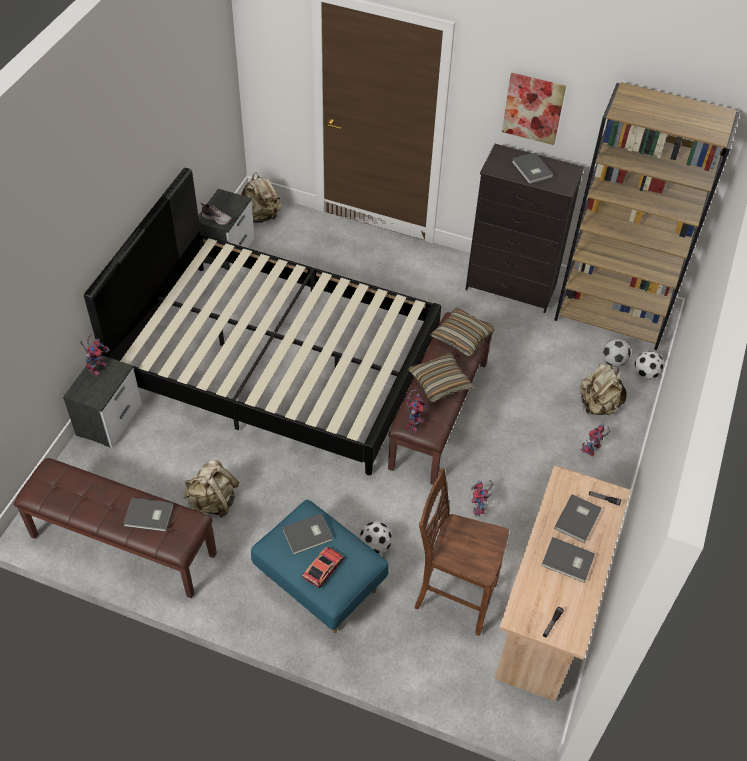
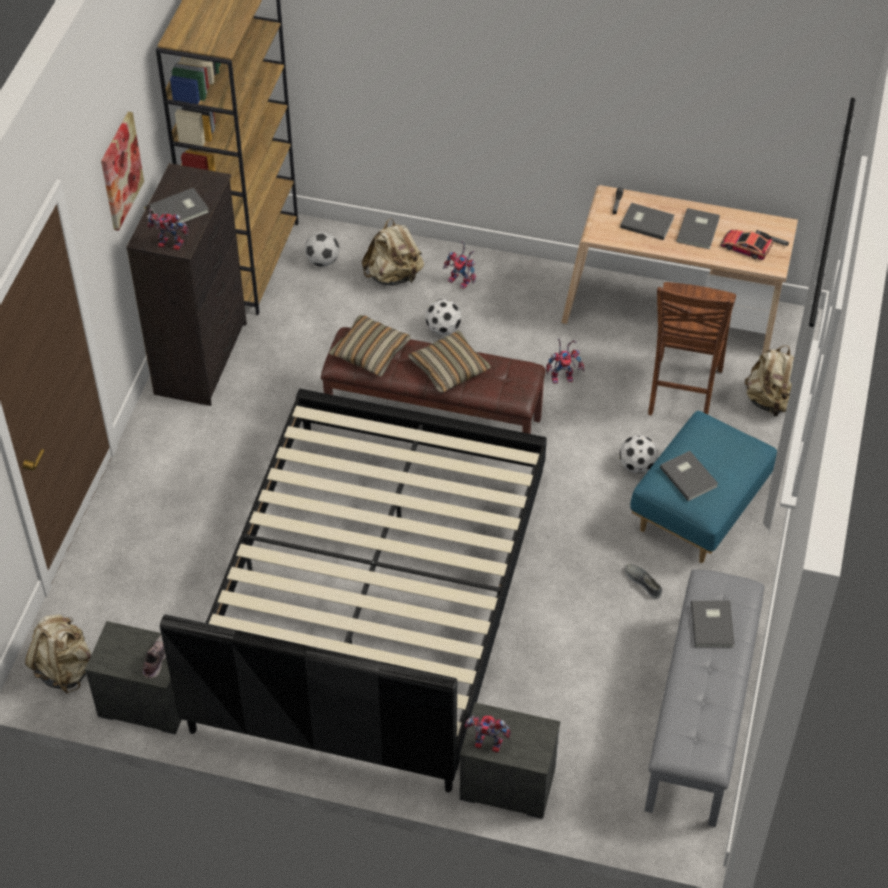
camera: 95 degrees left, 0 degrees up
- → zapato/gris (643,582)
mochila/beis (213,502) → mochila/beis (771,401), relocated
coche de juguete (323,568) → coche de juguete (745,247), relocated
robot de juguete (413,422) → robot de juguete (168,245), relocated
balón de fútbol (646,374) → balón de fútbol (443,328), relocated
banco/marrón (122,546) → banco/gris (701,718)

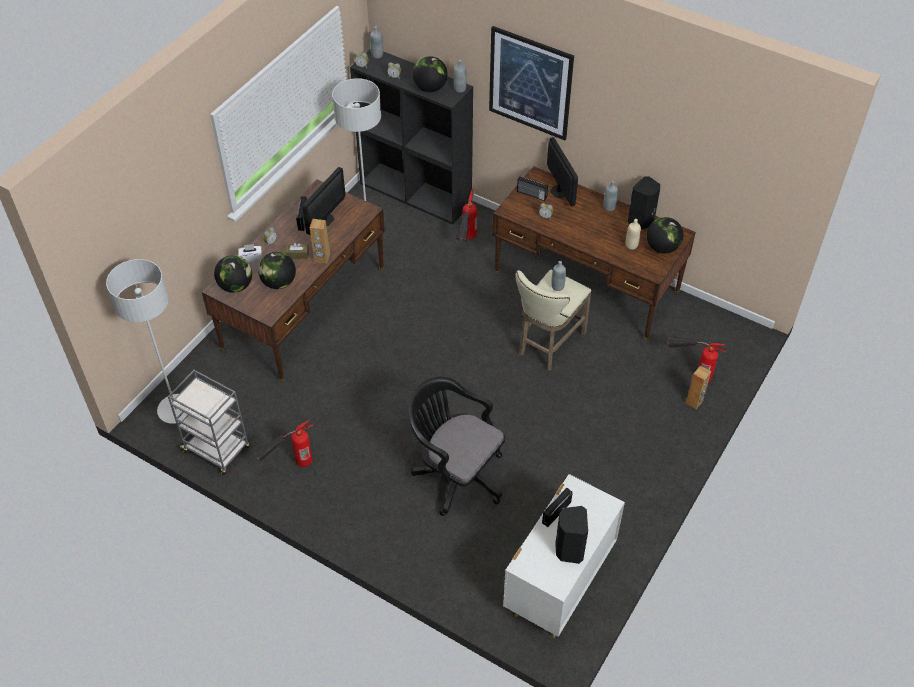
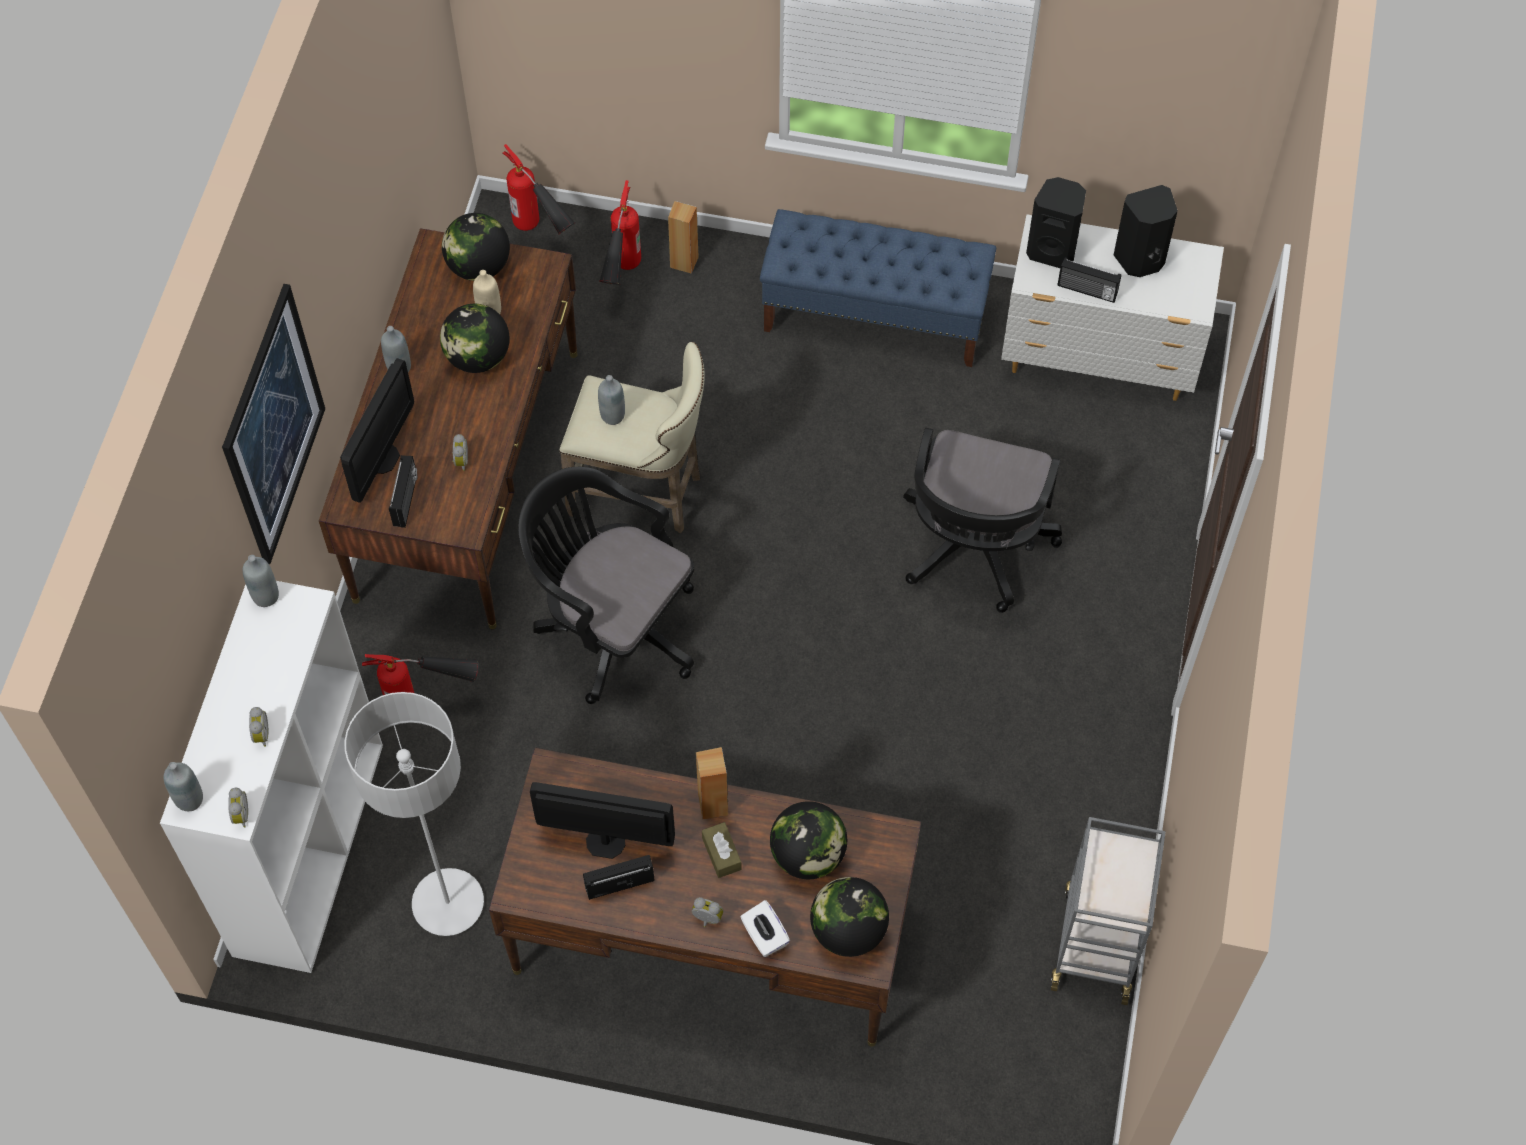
camera: 110 degrees left, 10 degrees up
lámpara de pie/gris (176,410) → -
- → silla de oficina/negro (612,627)
- → banco/azul (875,317)
extintor (289,465) → extintor (542,235), relocated
globo terráqueo (430,88) → globo terráqueo (478,357), relocated
altavoz/negro (641,221) → altavoz/negro (1053,250), relocated
estantería/negro (416,193) → estantería/blanco (307,846)
monitor (558,191) → monitor (382,458), 150 degrees clockwise

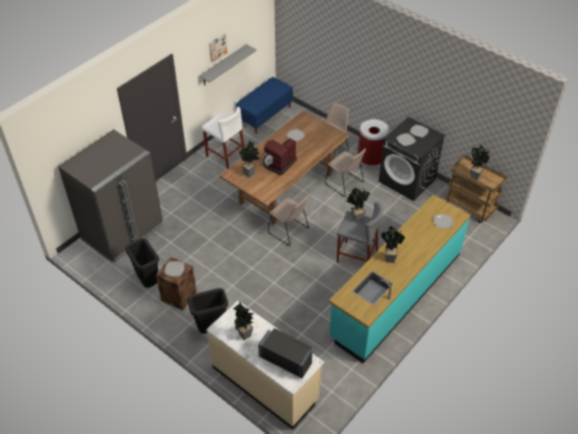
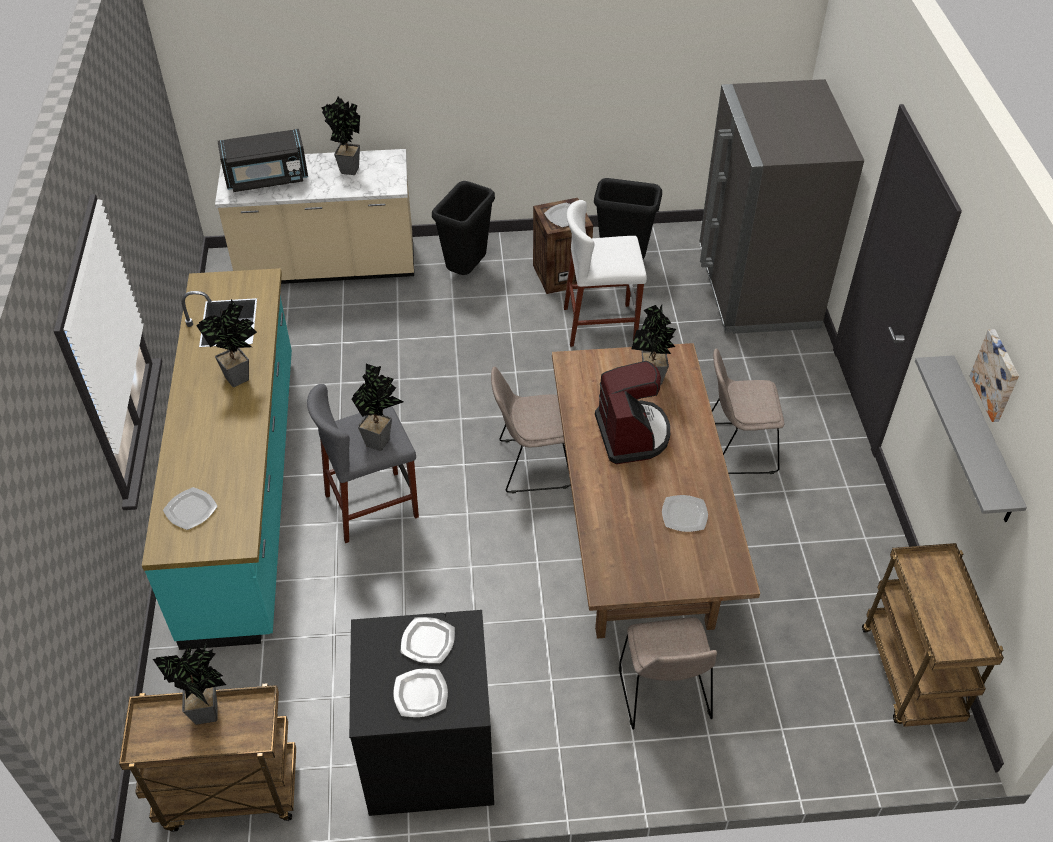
camera: 135 degrees right, 0 degrees up
papelera (371,159) → -
taburete/blanco (225,156) → taburete/blanco (600,324), relocated
silla/beis (345,184) → silla/beis (736,448), relocated
banco/azul (265,115) → carrito/marrón (912,676)

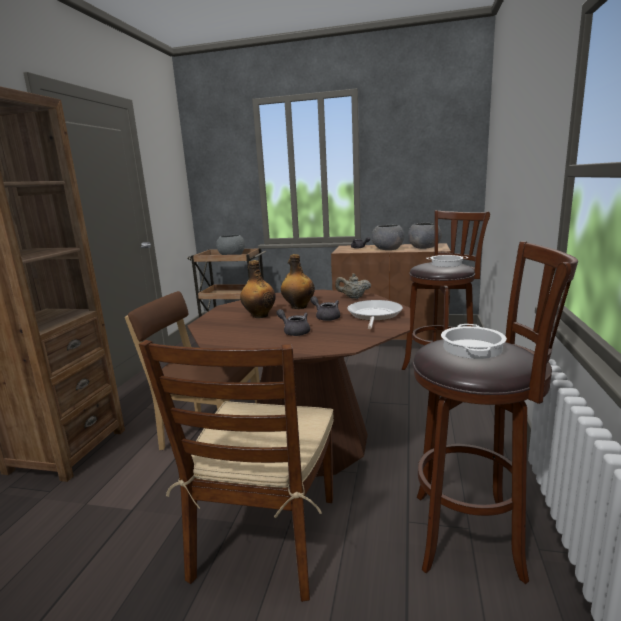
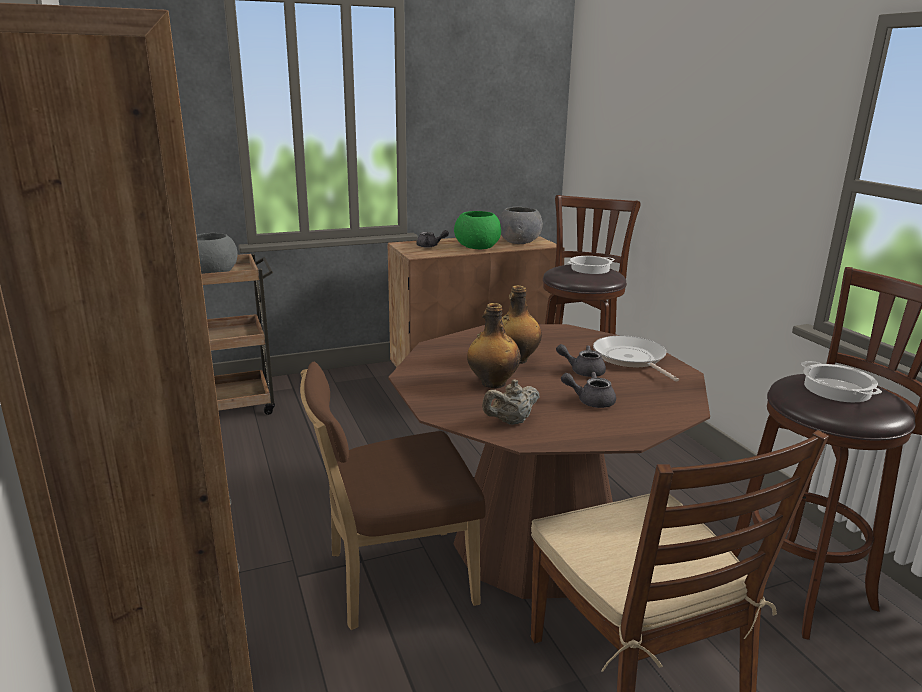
camera: 35 degrees left, 5 degrees up
tetera/beis (353,297) → tetera/beis (510,422), relocated
cuenco/gris (387,249) → cuenco/verde (476,247)

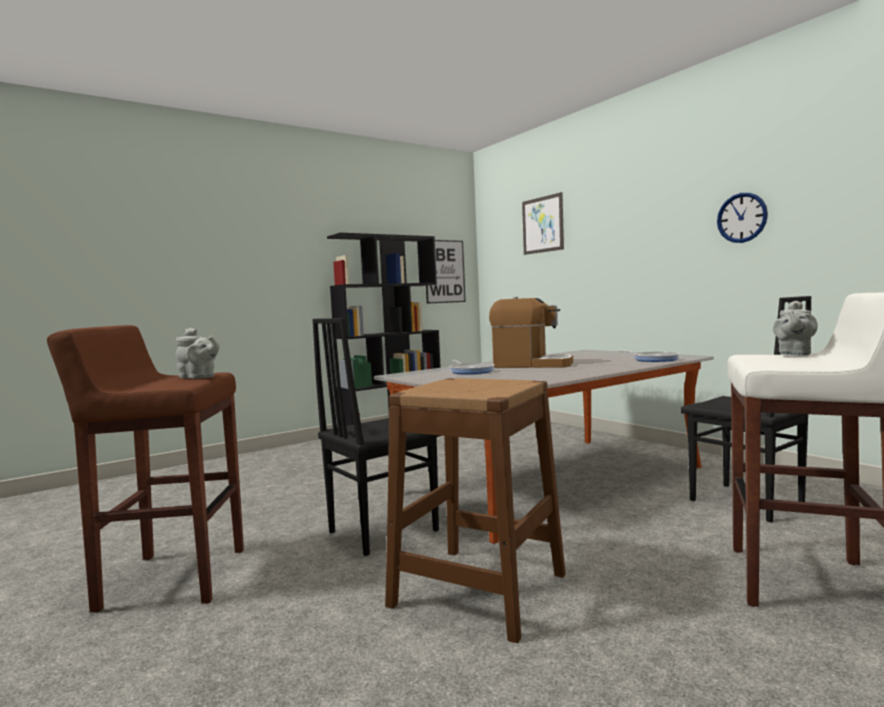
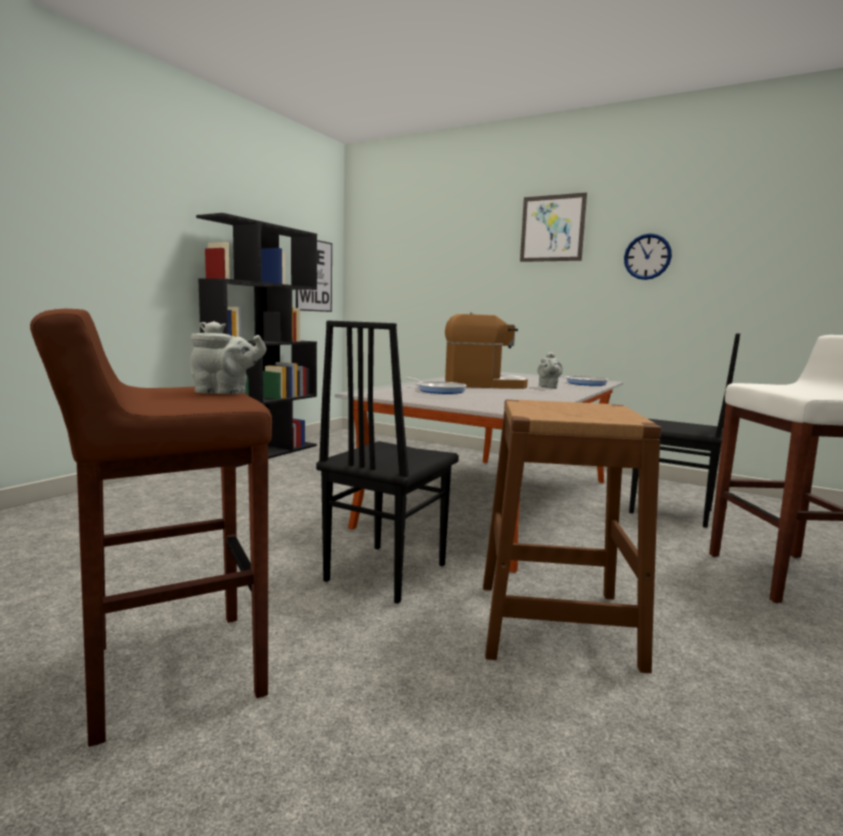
camera: 25 degrees left, 5 degrees up
cuadro (542,224) → cuadro (552,228), relocated
tetera/gris (794,354) → tetera/gris (548,387), relocated

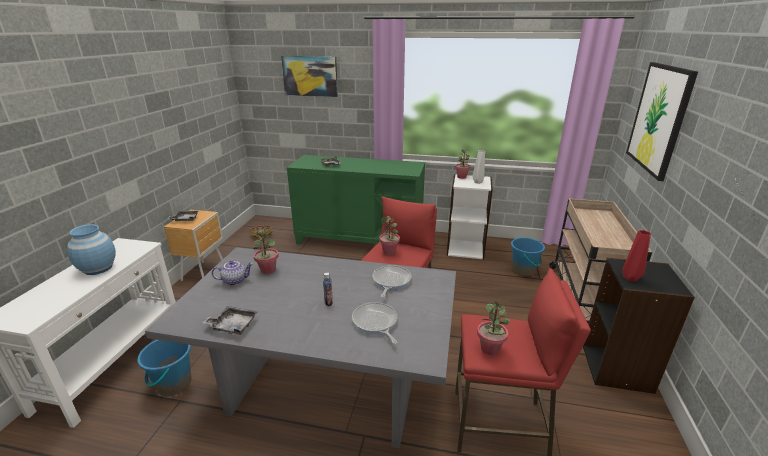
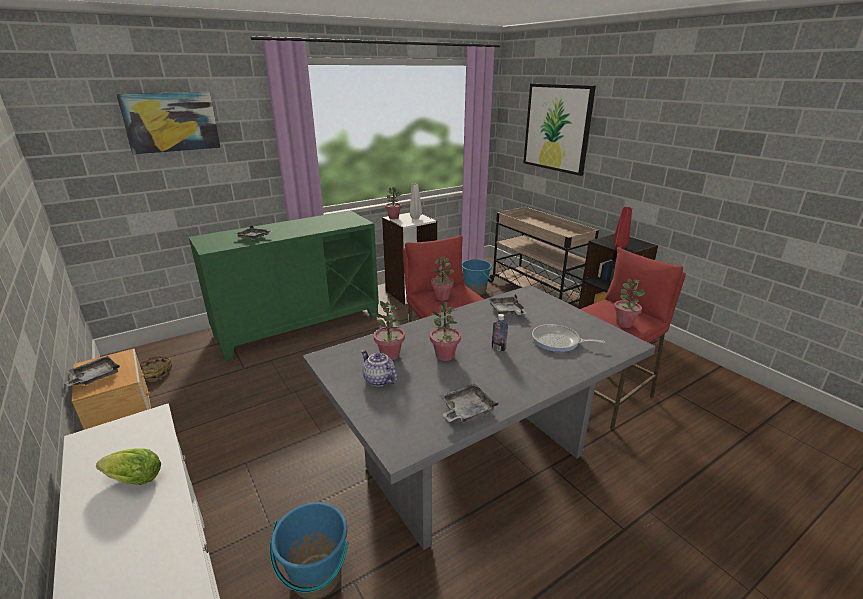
camera: 45 degrees left, 0 degrees up
- → planta en maceta (445,356)
florero/azul (98,268) → lechuga (131,479)
sartén (390,281) → bandeja/gris (507,311)
tetera (235,280) → tetera (378,380), 75 degrees counterclockwise

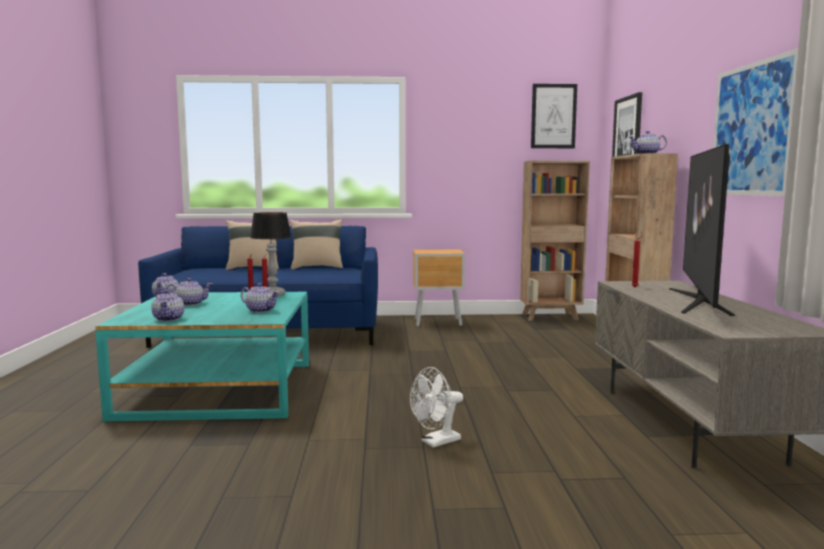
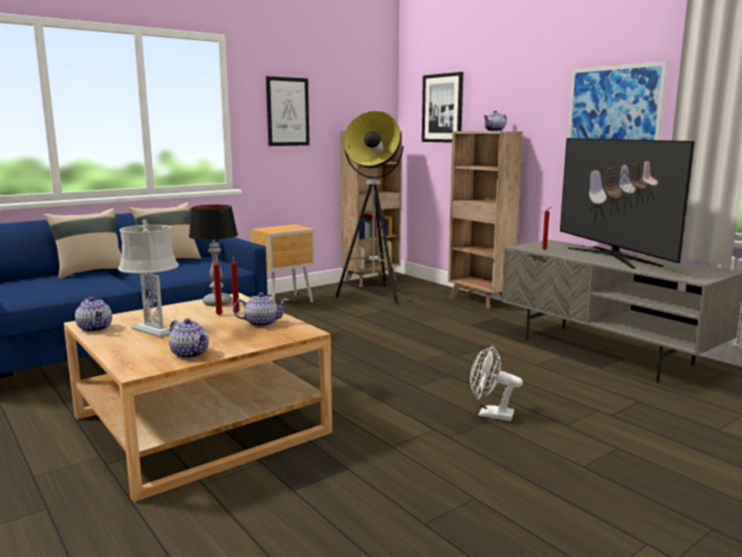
camera: 35 degrees left, 5 degrees up
- → lámpara de pie (373,295)
cuadro (553,116) → cuadro (288,112), relocated
tetera (190,304) → lámpara de mesa/gris (153,330)
mesa de centro/turquesa (219,389) → mesa de centro/beis (200,424)
ventilador/blanco (436,442) → ventilador/blanco (490,414), 90 degrees clockwise

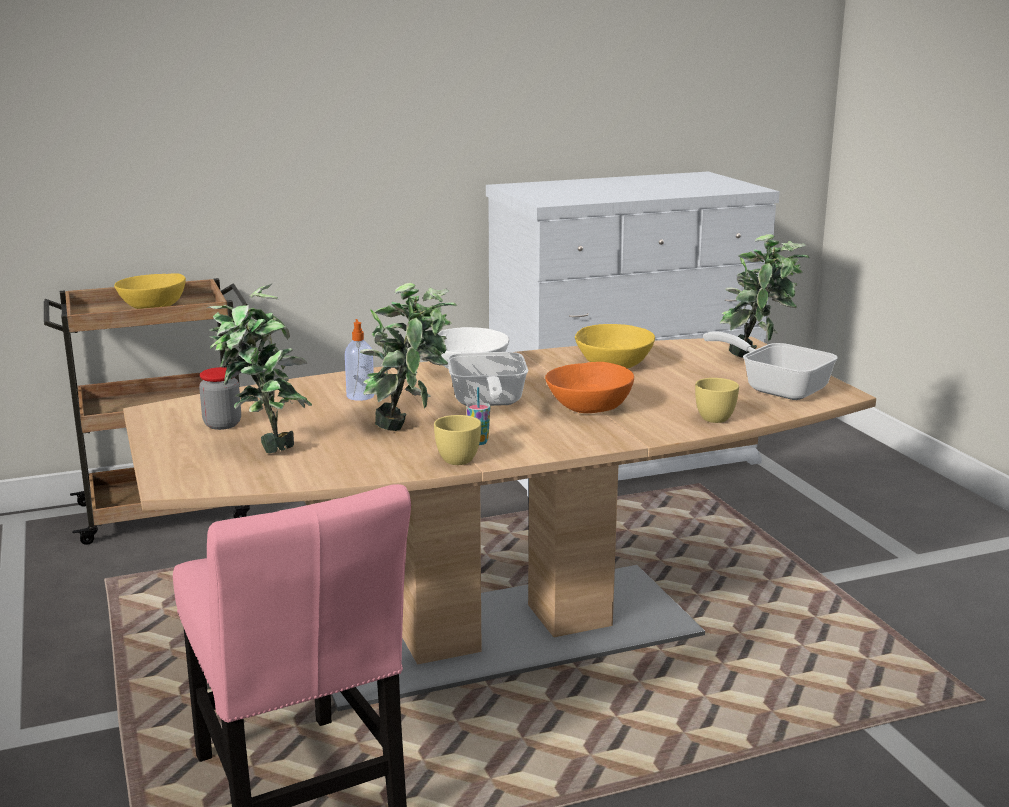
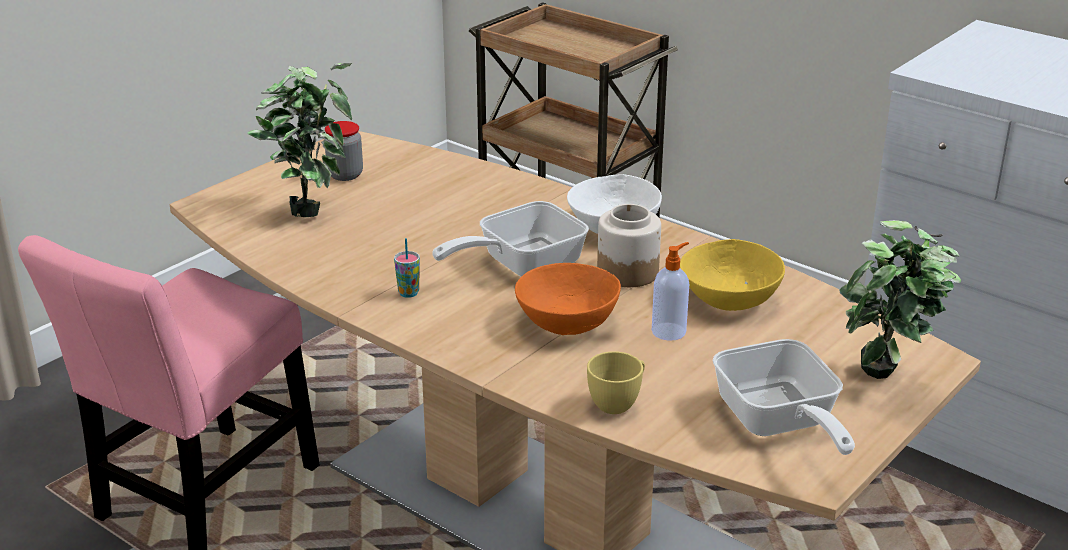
camera: 60 degrees right, 10 degrees up
cuenco/amarillo (152,307) → -
planta en maceta (410,428) → -
taza/amarillo (456,458) → -
- → tarro (627,272)
dispensador de jabón (360,396) → dispensador de jabón (669,331), relocated
sartén (776,388) → sartén (778,423), 150 degrees clockwise

